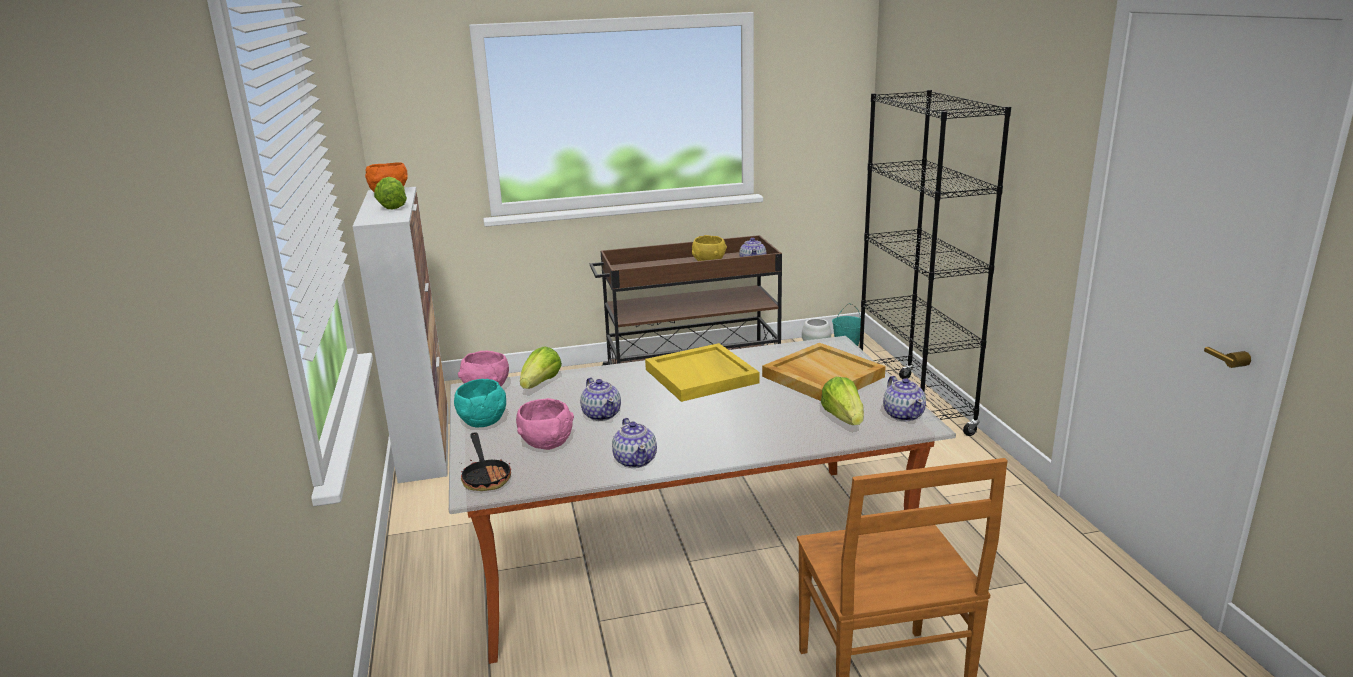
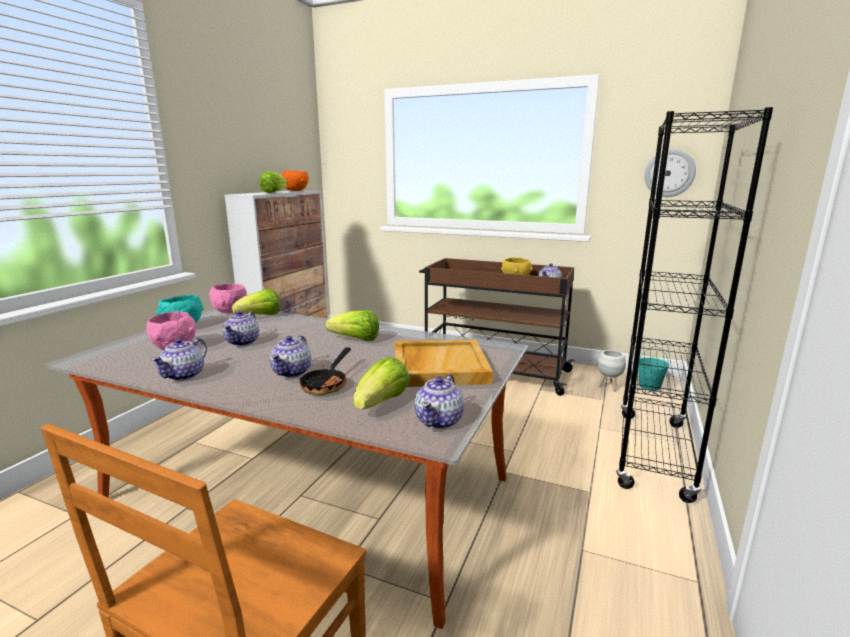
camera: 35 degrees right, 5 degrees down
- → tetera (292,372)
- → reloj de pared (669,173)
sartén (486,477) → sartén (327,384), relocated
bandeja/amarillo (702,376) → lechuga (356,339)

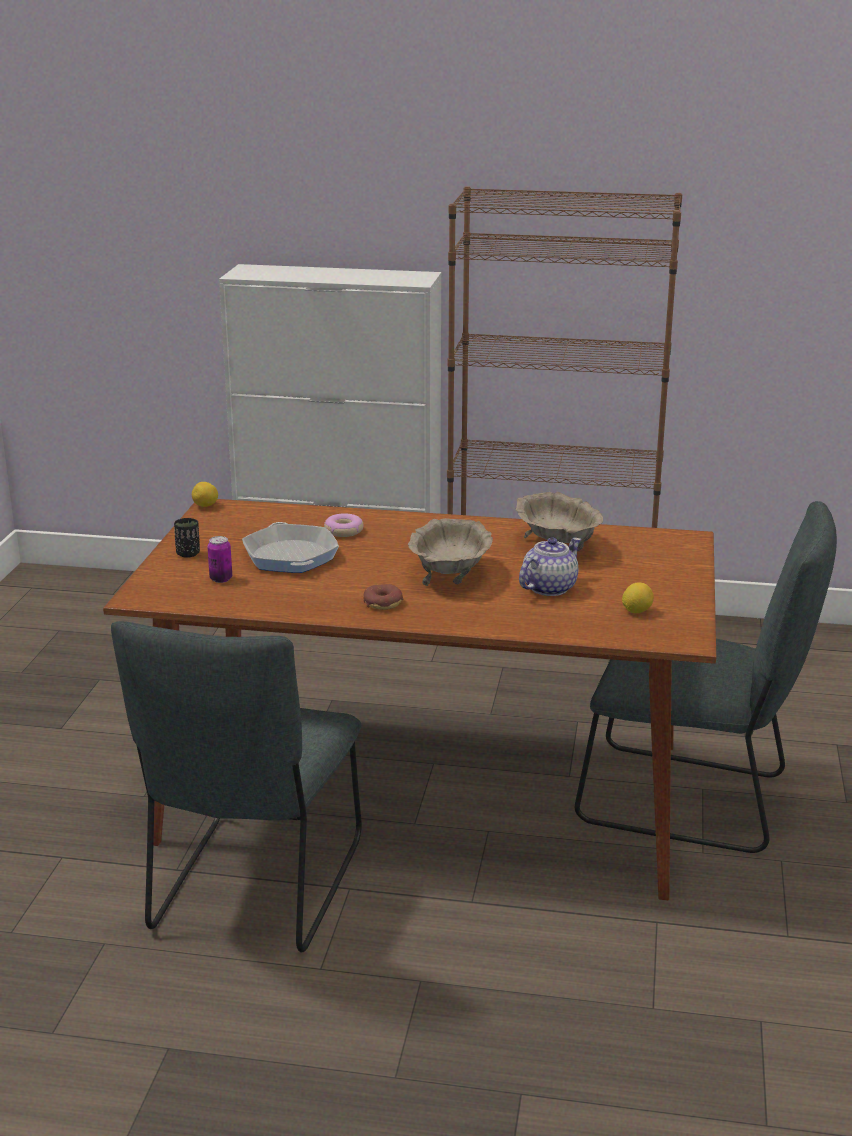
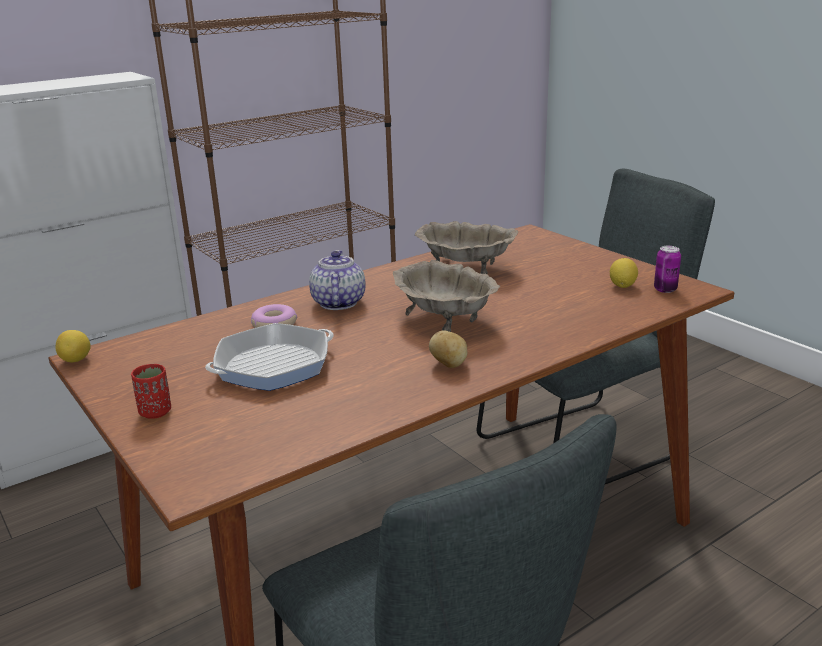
camera: 45 degrees left, 0 degrees up
lata (221,579) → lata (665,289), relocated
tetera (549,587) → tetera (337,302), relocated
rosquilla (383,603) → patata (449,364)
taza/negro (188,554) → taza/rojo (155,412)
sartén (290,556) → sartén (273,365), 60 degrees counterclockwise

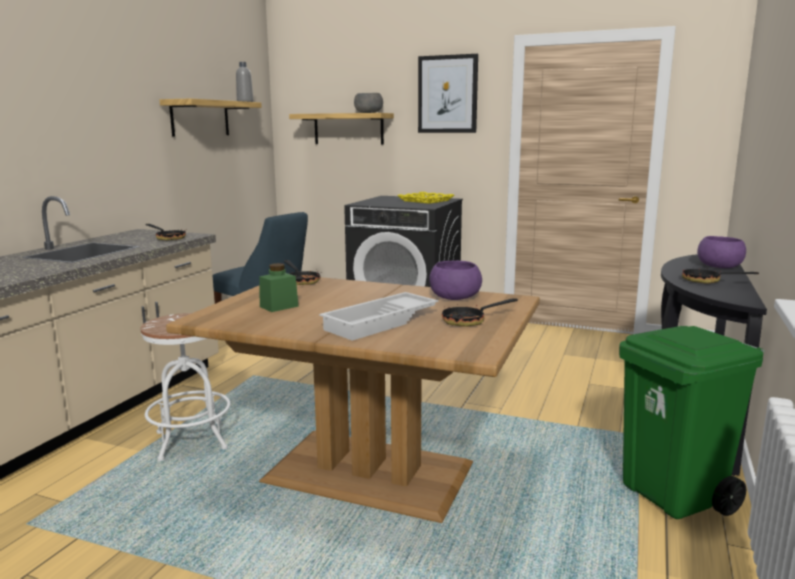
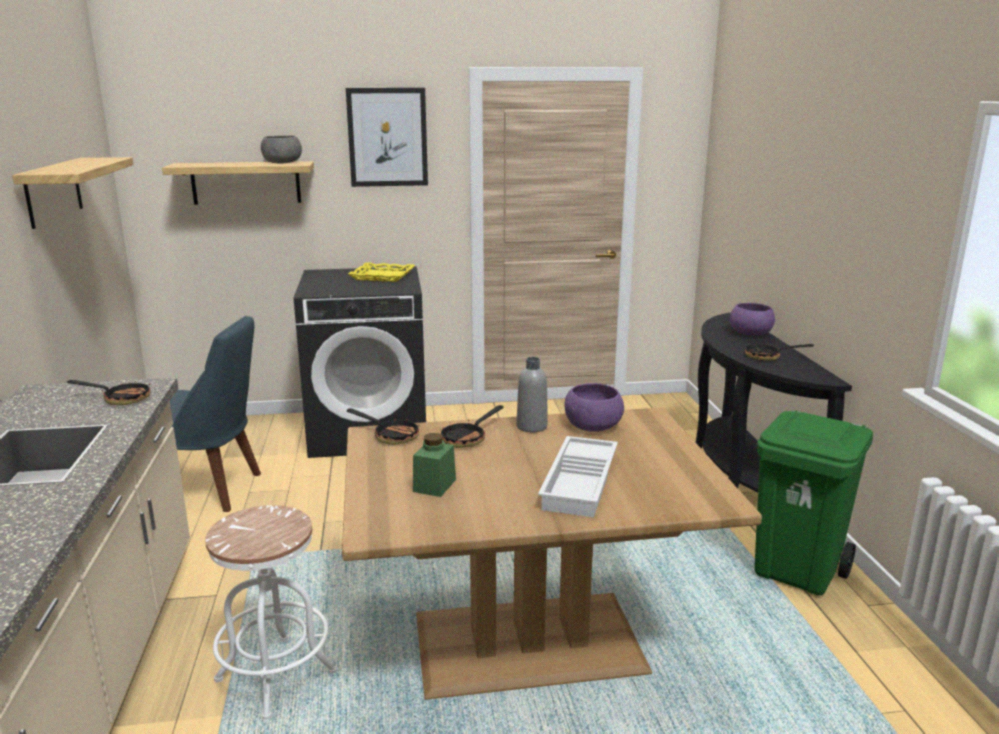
camera: 30 degrees left, 5 degrees up
botella/gris (245,101) → botella/gris (532,426), relocated
sartén (470,321) → sartén (468,438), relocated

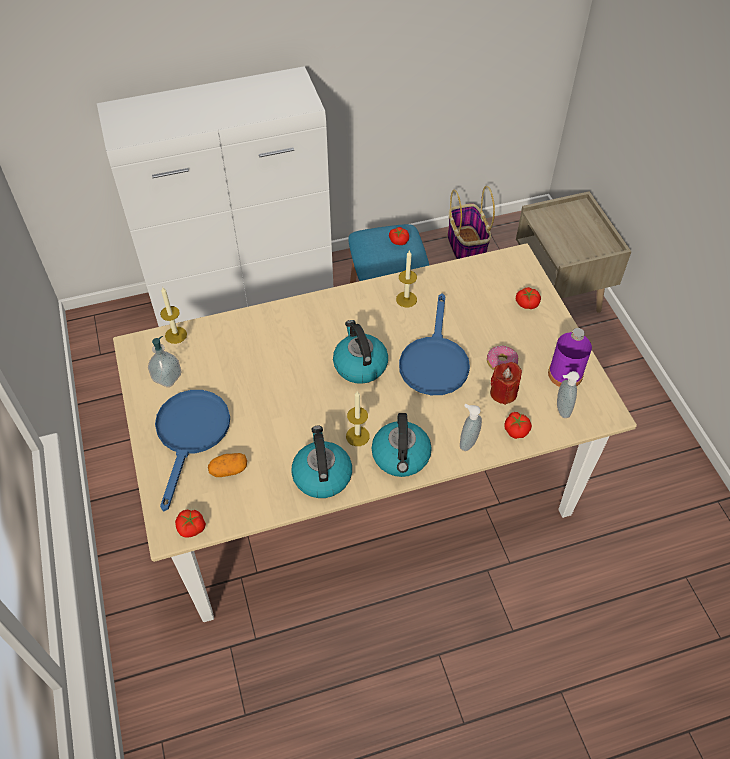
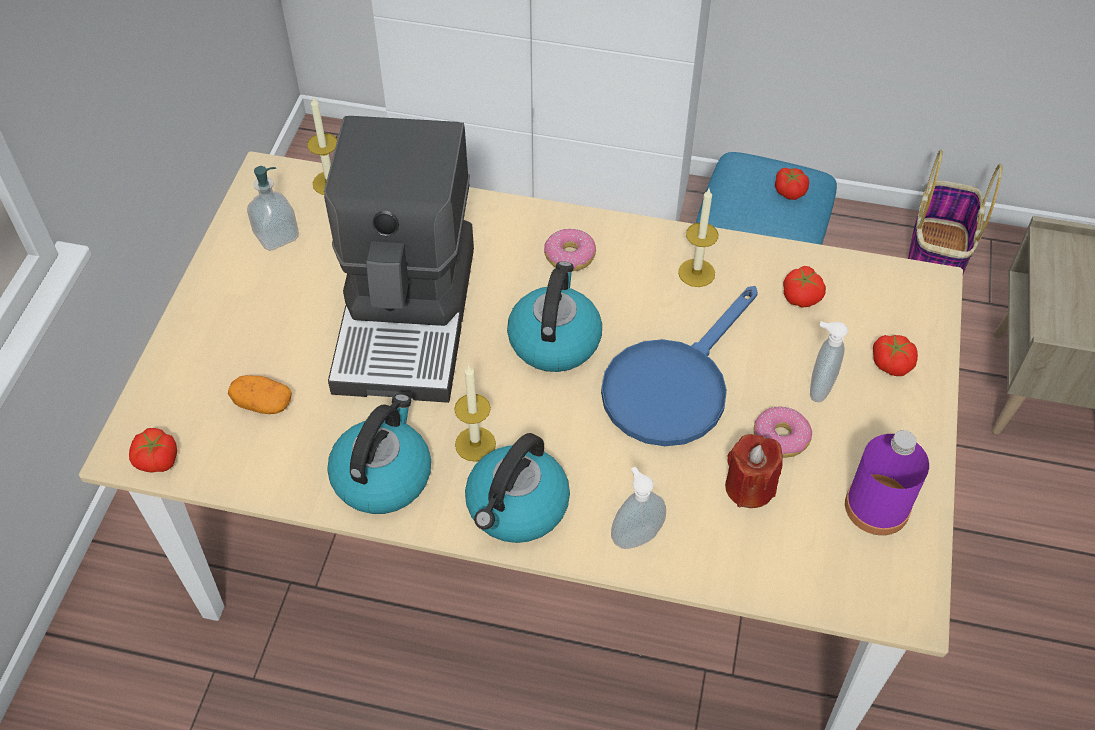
camera: 30 degrees right, 0 degrees up
sartén/azul (191,435) → -
- → cafetera (409,316)
- → rosquilla (570,256)
tomate (516,430) → tomate (802,296), relocated
dispensador de jabón (561,409) → dispensador de jabón (818,388), relocated

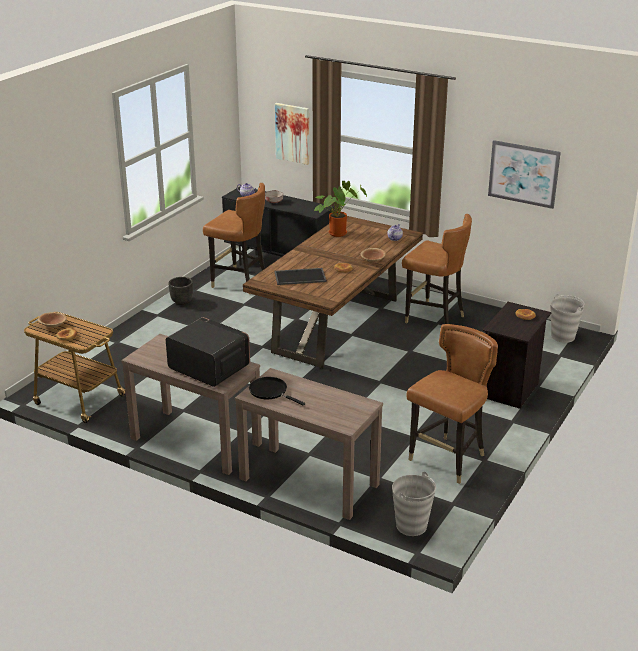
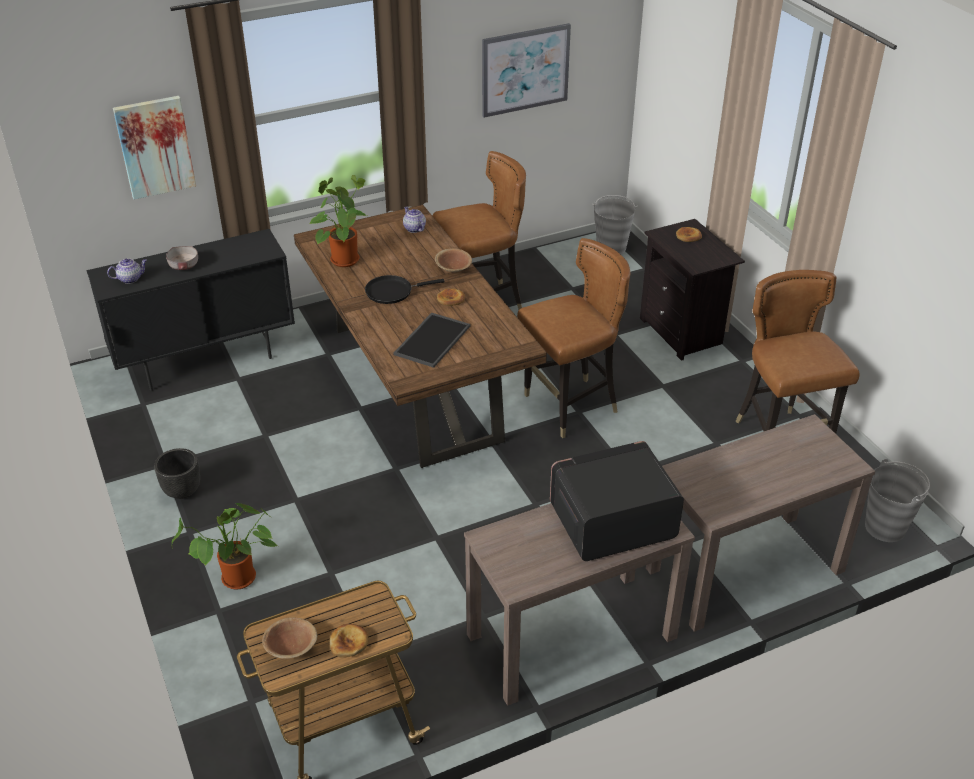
camera: 55 degrees left, 10 degrees up
- → planta en maceta (236,581)
silla/marrón (239,282) → silla/marrón (570,407), relocated
sartén/negro (270,392) → sartén/negro (392,292), relocated

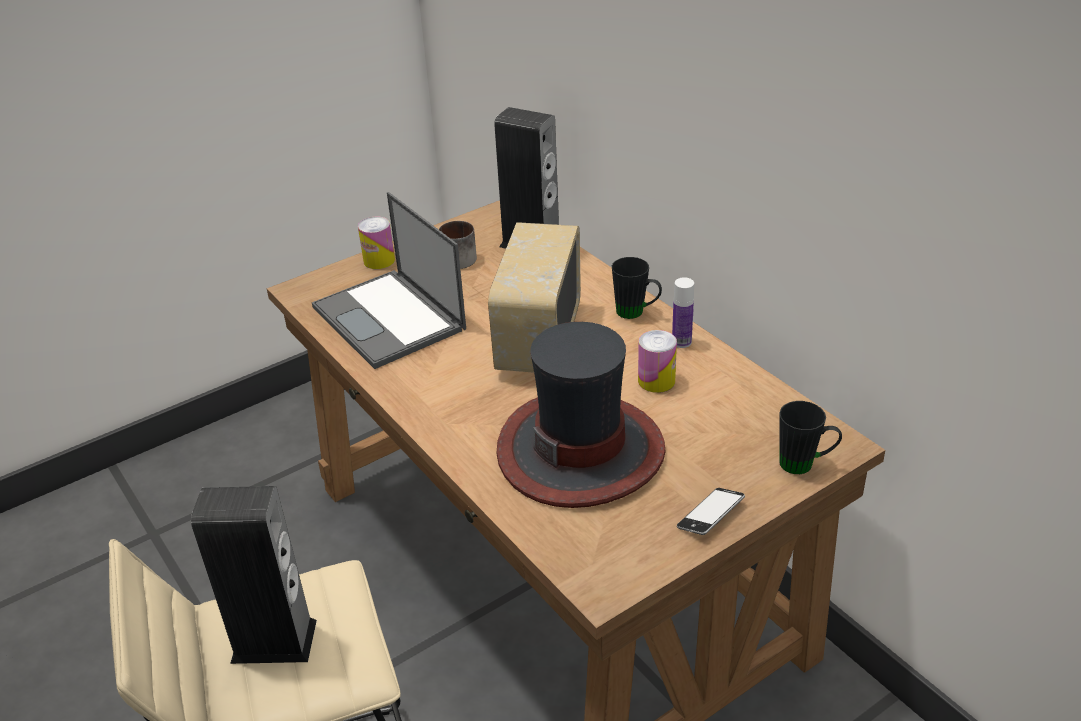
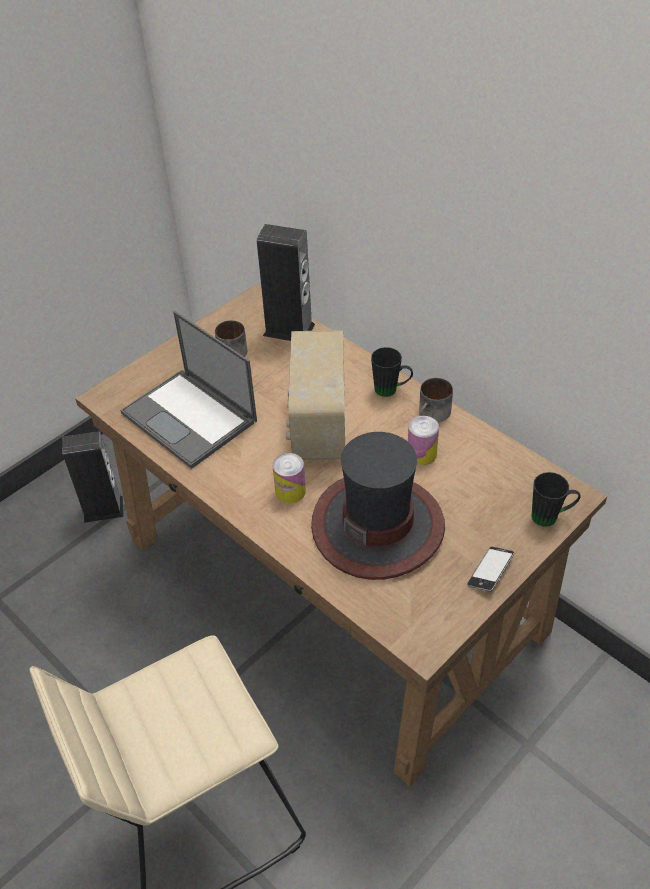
camera: 10 degrees left, 10 degrees up
altavoz (274,641) → altavoz (103,509), relocated
lata (379,260) → lata (290,491), relocated
botella (681,342) → taza grande (433,414)

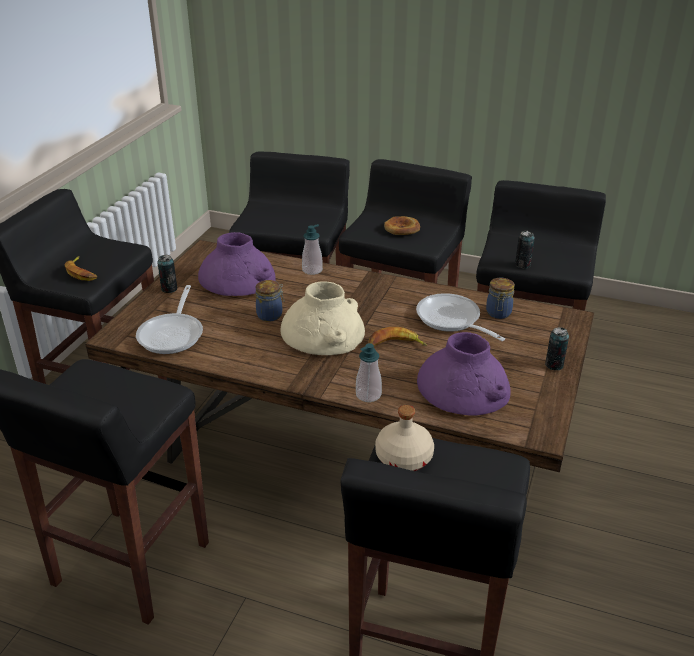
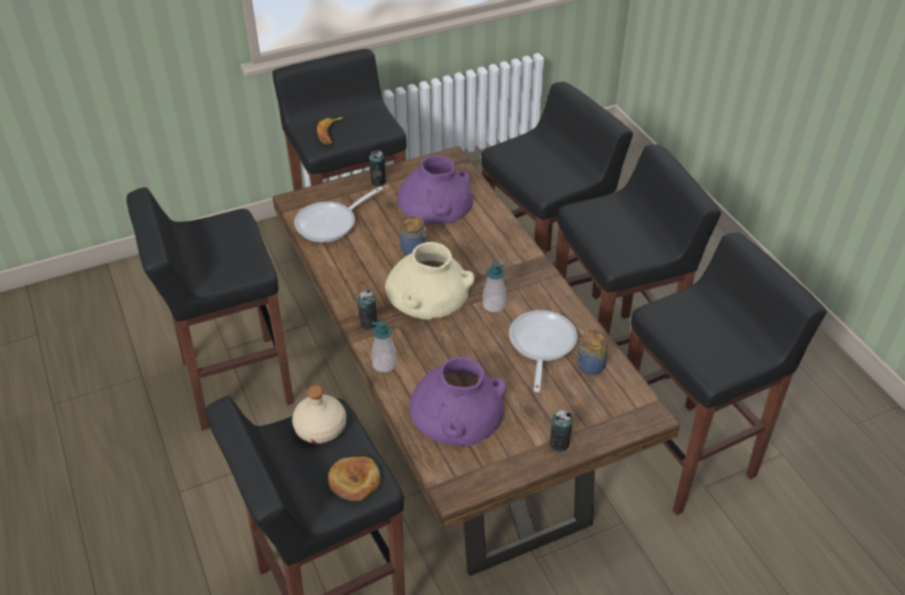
camera: 45 degrees right, 10 degrees up
plátano (395,344) → -
dispensador de jabón (312,270) → dispensador de jabón (494,305), relocated
pan (402,228) → pan (355,480), relocated
lata (522,265) → lata (368,323), relocated

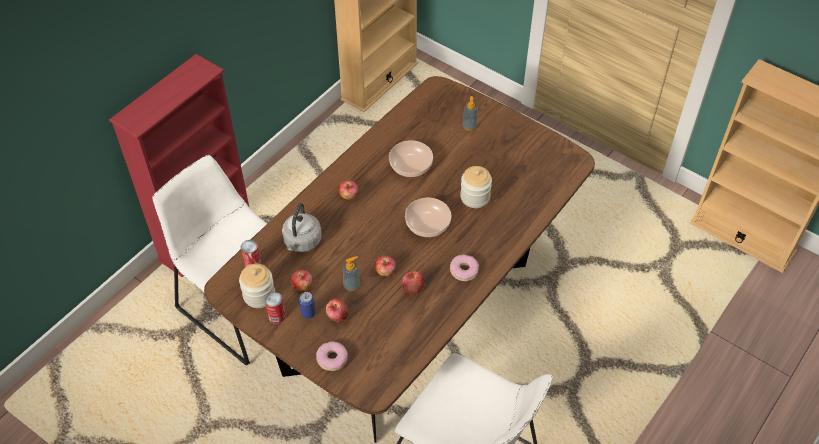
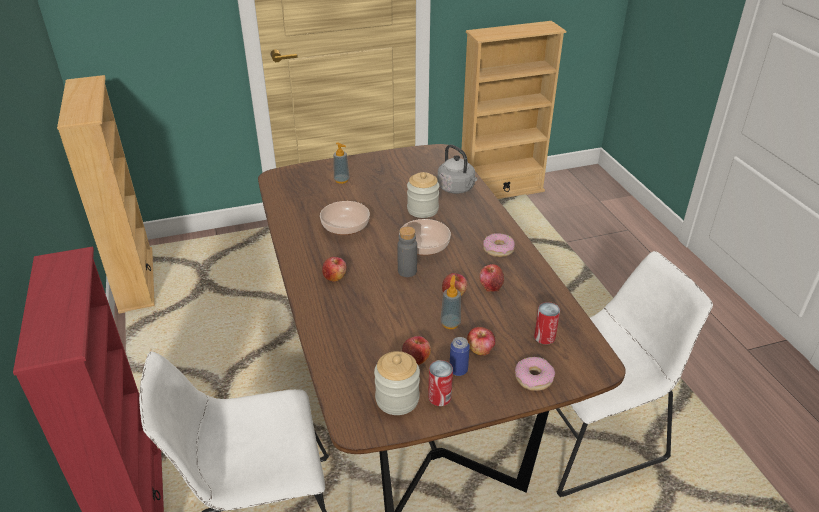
camera: 55 degrees left, 15 degrees down
- → botella/gris (407,271)
lata (252,264) → lata (544,337), relocated
hervidor/gris (302,242) → hervidor/gris (457,188), relocated

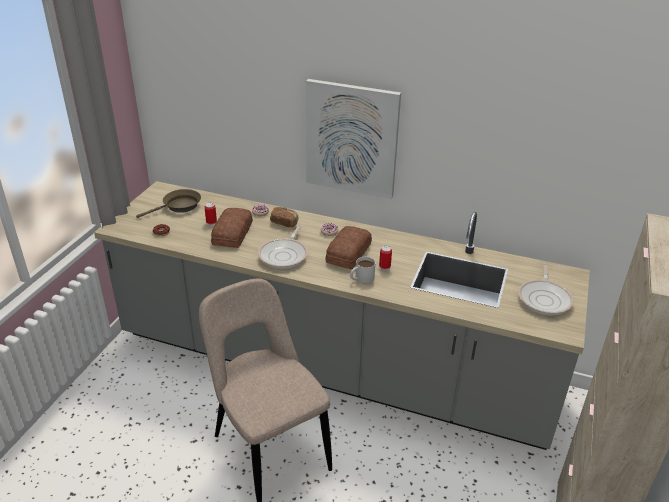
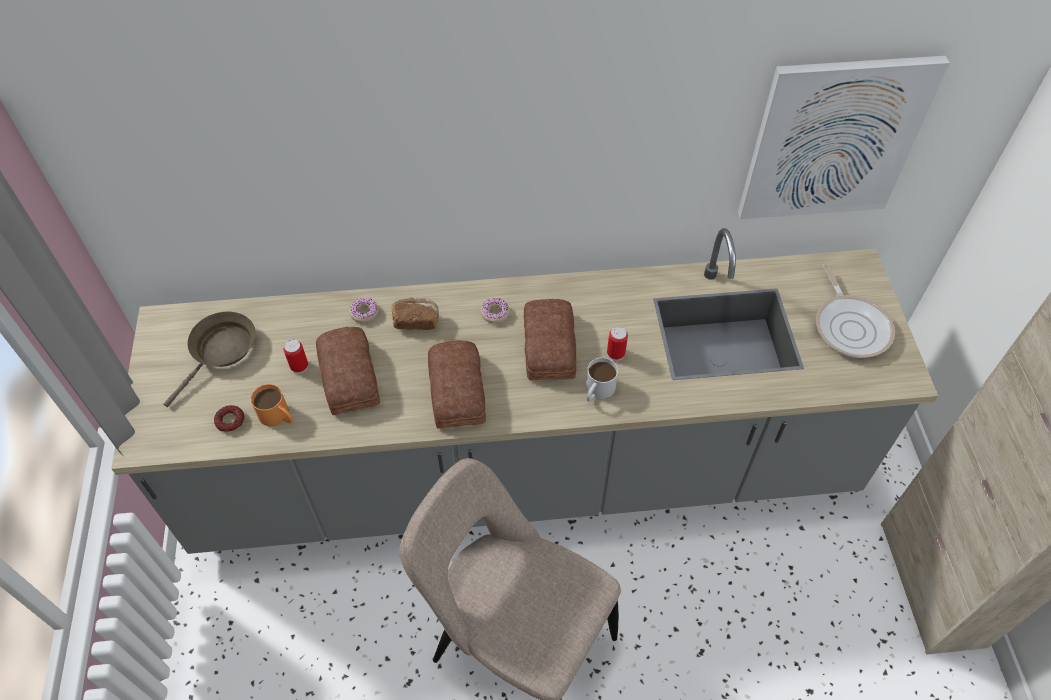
camera: 25 degrees left, 20 degrees up
- → taza grande/naranja (278,416)
cuadro (352,139) → cuadro (833,139), relocated
sartén (284,255) → pan (458,389)

